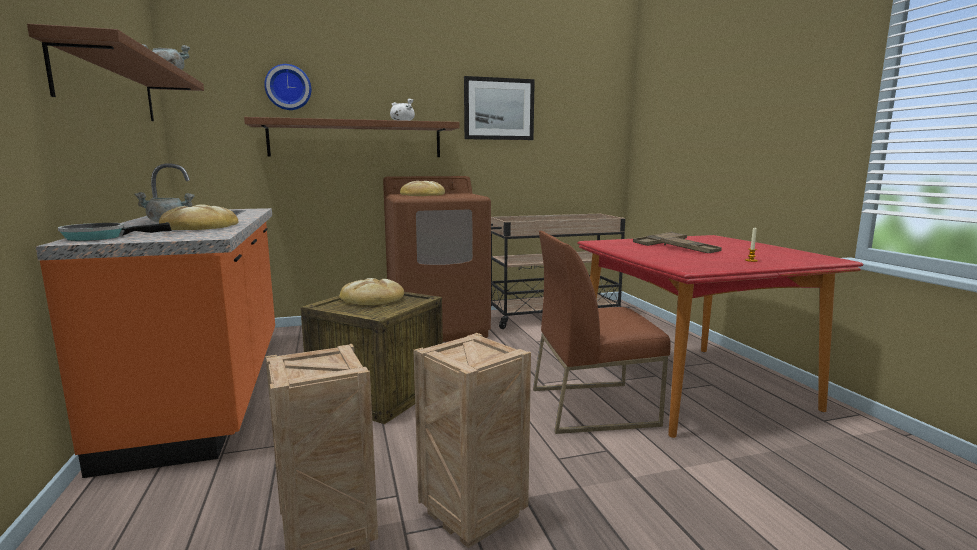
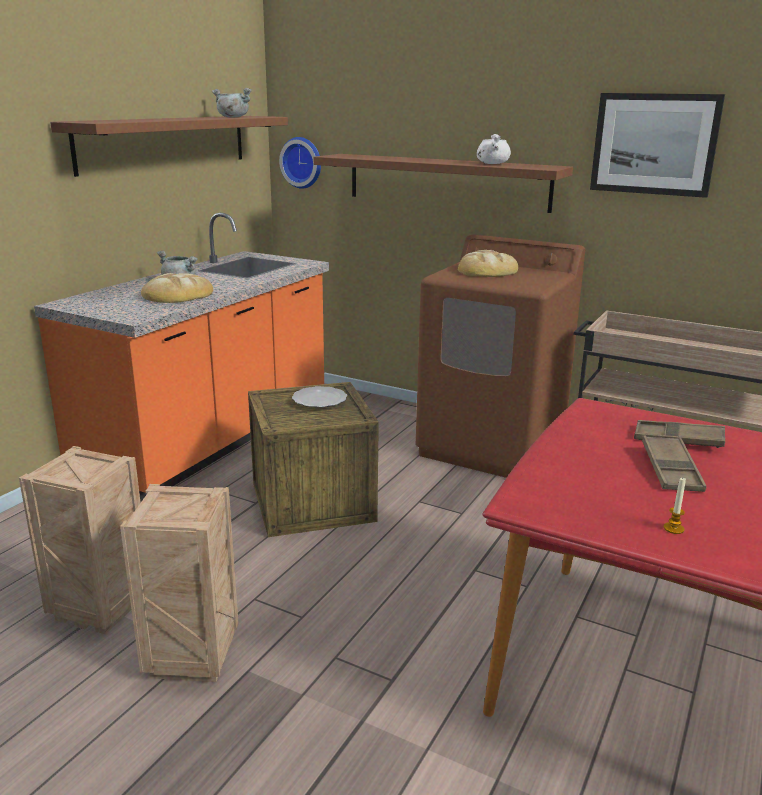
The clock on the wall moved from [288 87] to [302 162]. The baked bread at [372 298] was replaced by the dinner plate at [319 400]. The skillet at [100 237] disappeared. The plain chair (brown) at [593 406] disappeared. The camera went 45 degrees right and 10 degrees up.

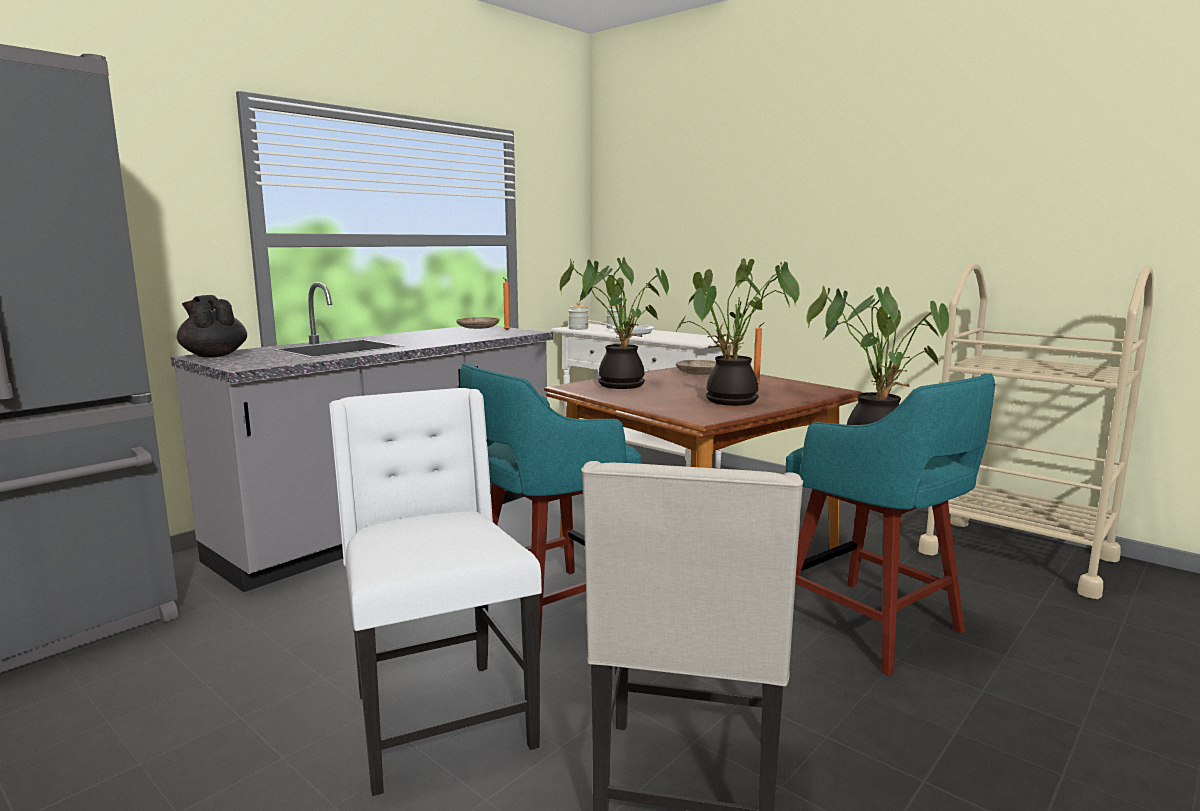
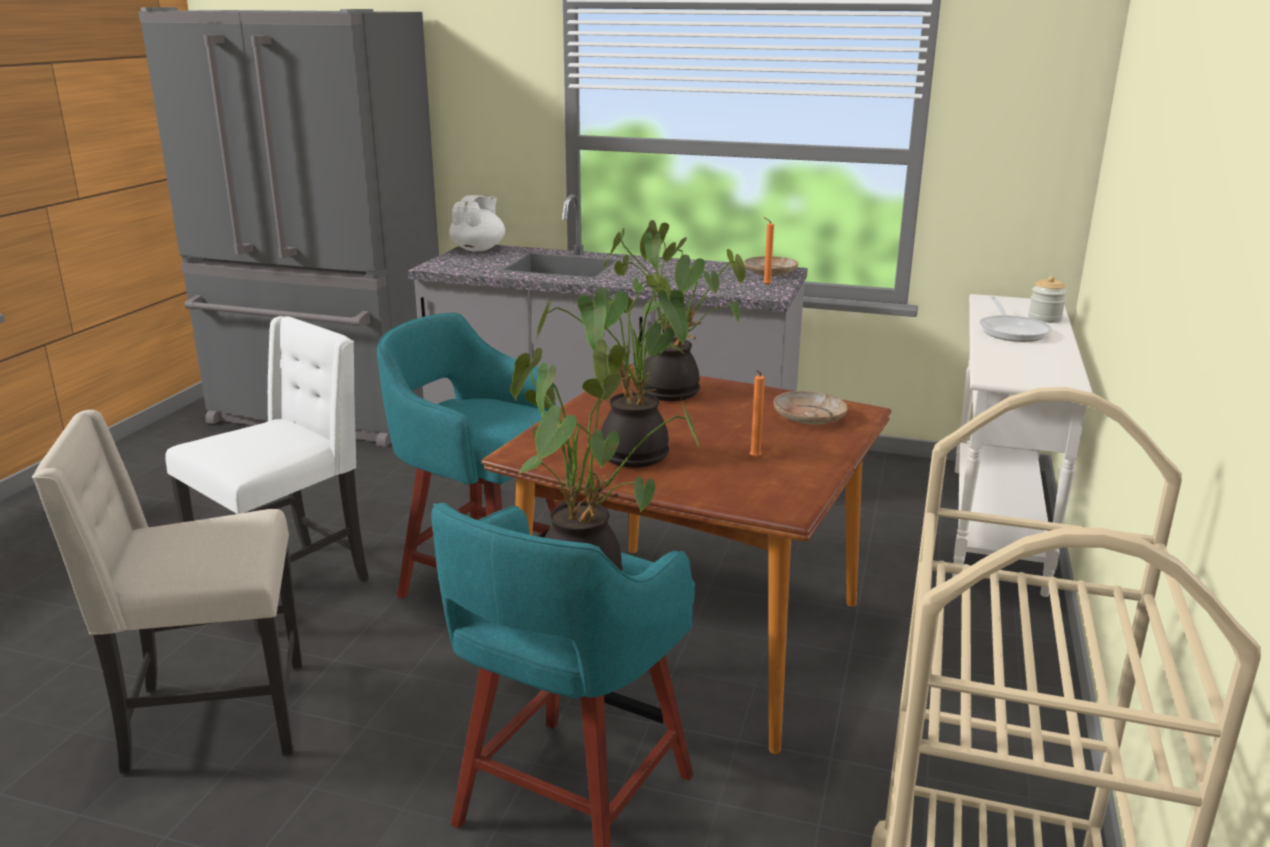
The teapot (blackish) at [214 355] became the teapot (white-coloured) at [478 249]. The jar at [578 328] disappeared. The camera went 65 degrees right and 10 degrees up.

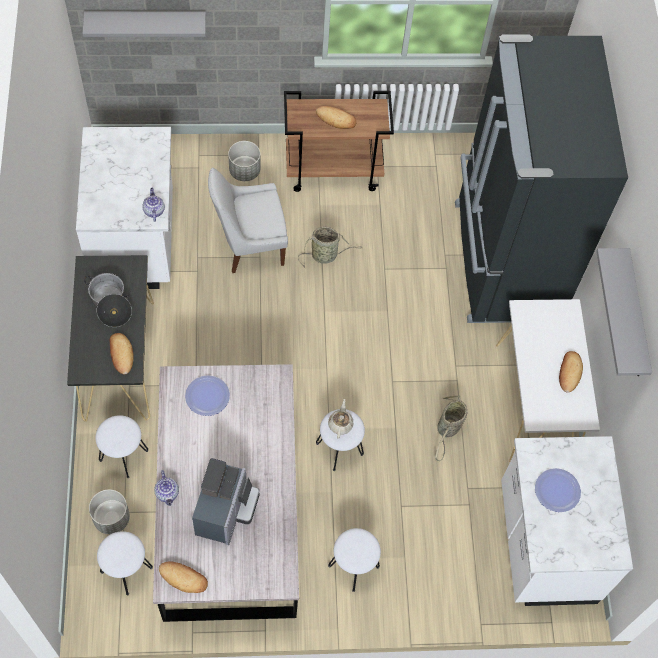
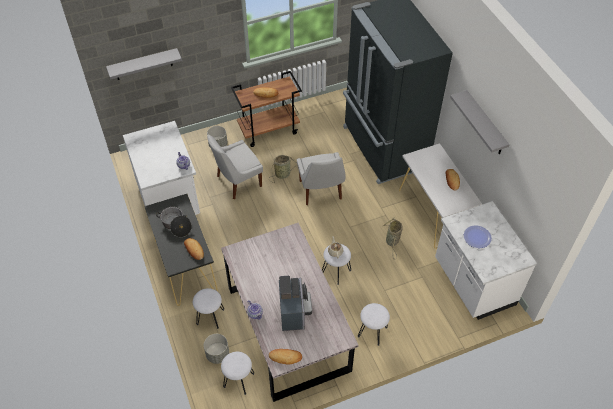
The plain chair (white-coloured) at [320 191] appeared. The dinner plate at [207 396] disappeared. The camera went 15 degrees left and 10 degrees down.

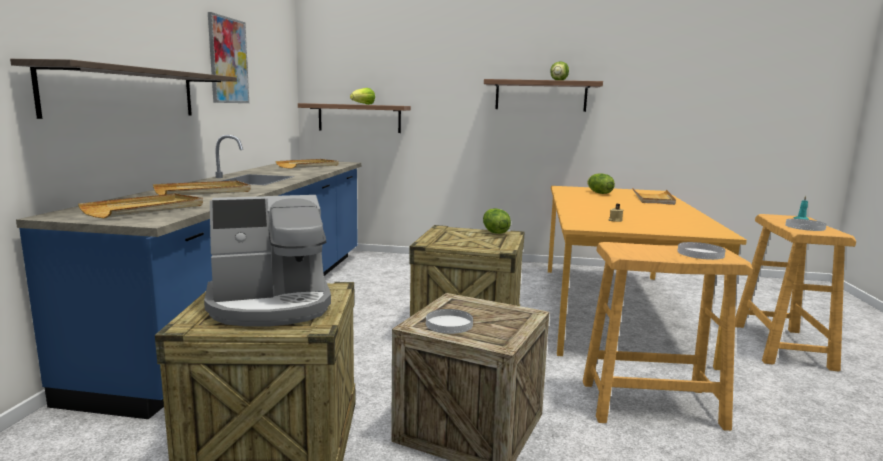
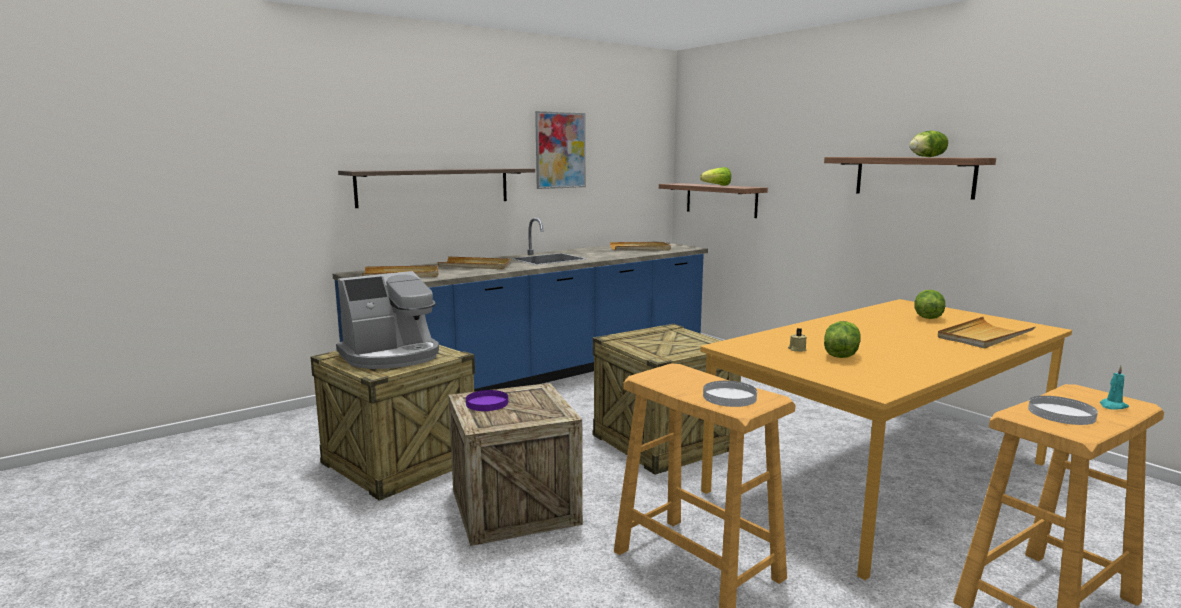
The coffee maker at [271 305] turned 60 degrees counterclockwise. The dinner plate (white-coloured) at [448 324] became the dinner plate (purple) at [486 403]. The head of lettuce moved from [494 232] to [840 355]. The camera went 45 degrees right and 0 degrees up.

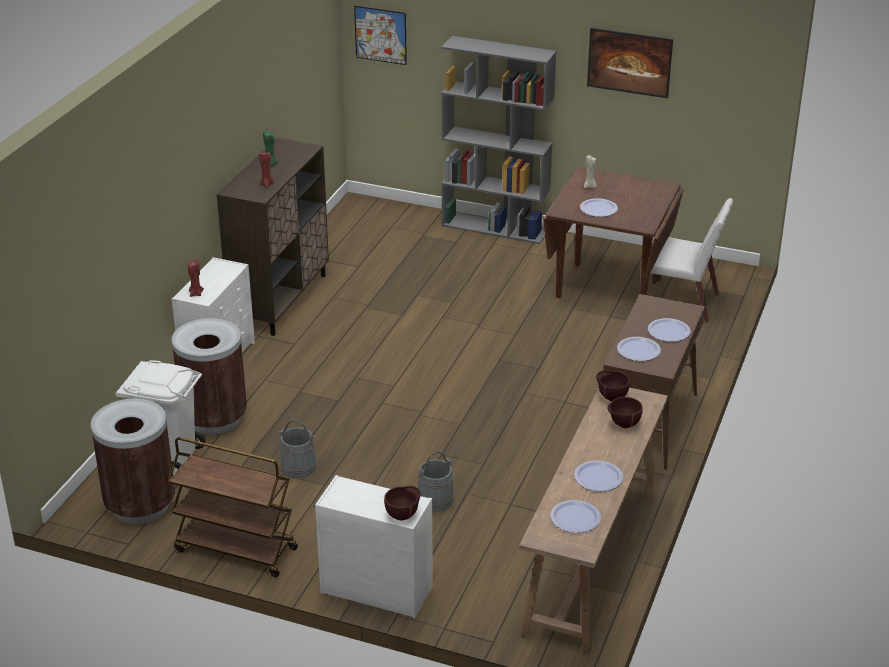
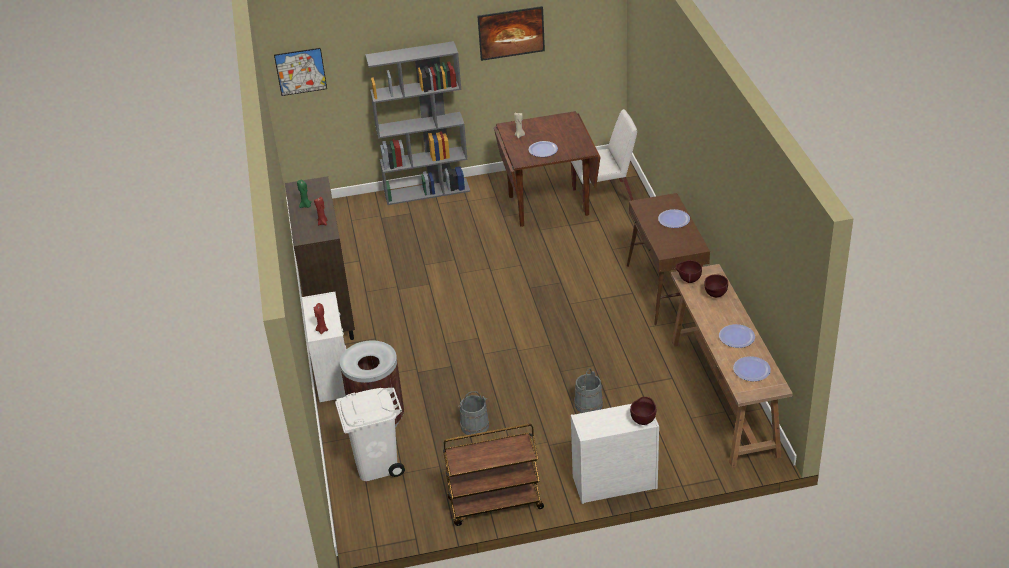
The trash can (brown) at [140 505] disappeared. The dinner plate at [638 350] disappeared. The camera went 30 degrees left and 5 degrees up.

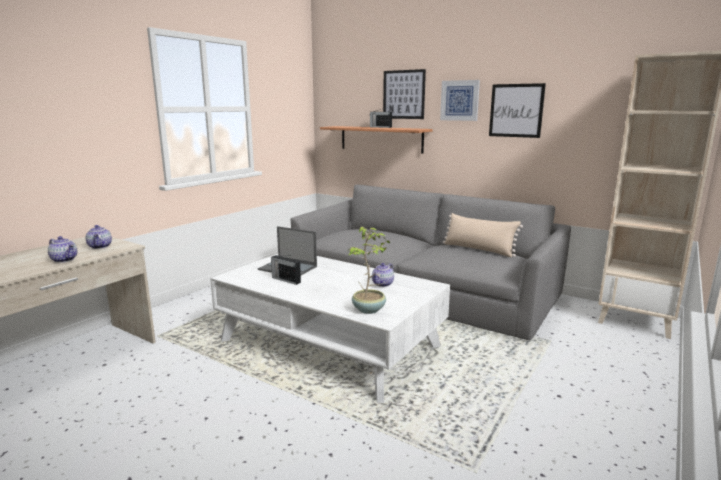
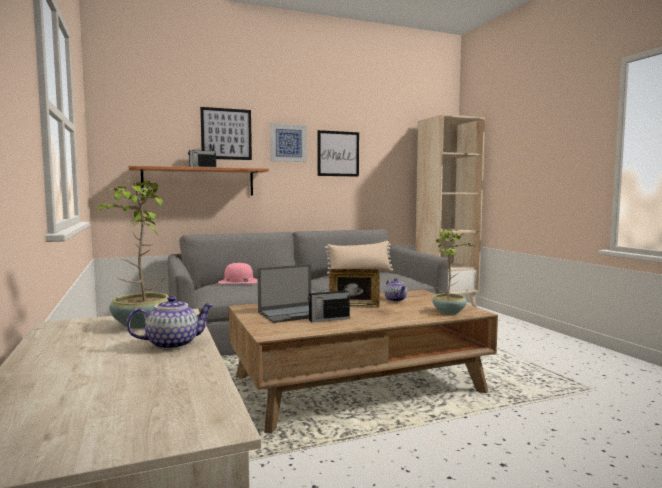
The teapot at [100 246] was replaced by the houseplant at [140 324]. The hat (pink-coloured) at [238 281] appeared. The lounge table (white-coloured) at [329 343] became the lounge table (brown) at [358 384]. The picture frame at [354 306] appeared. The camera went 55 degrees left and 10 degrees down.

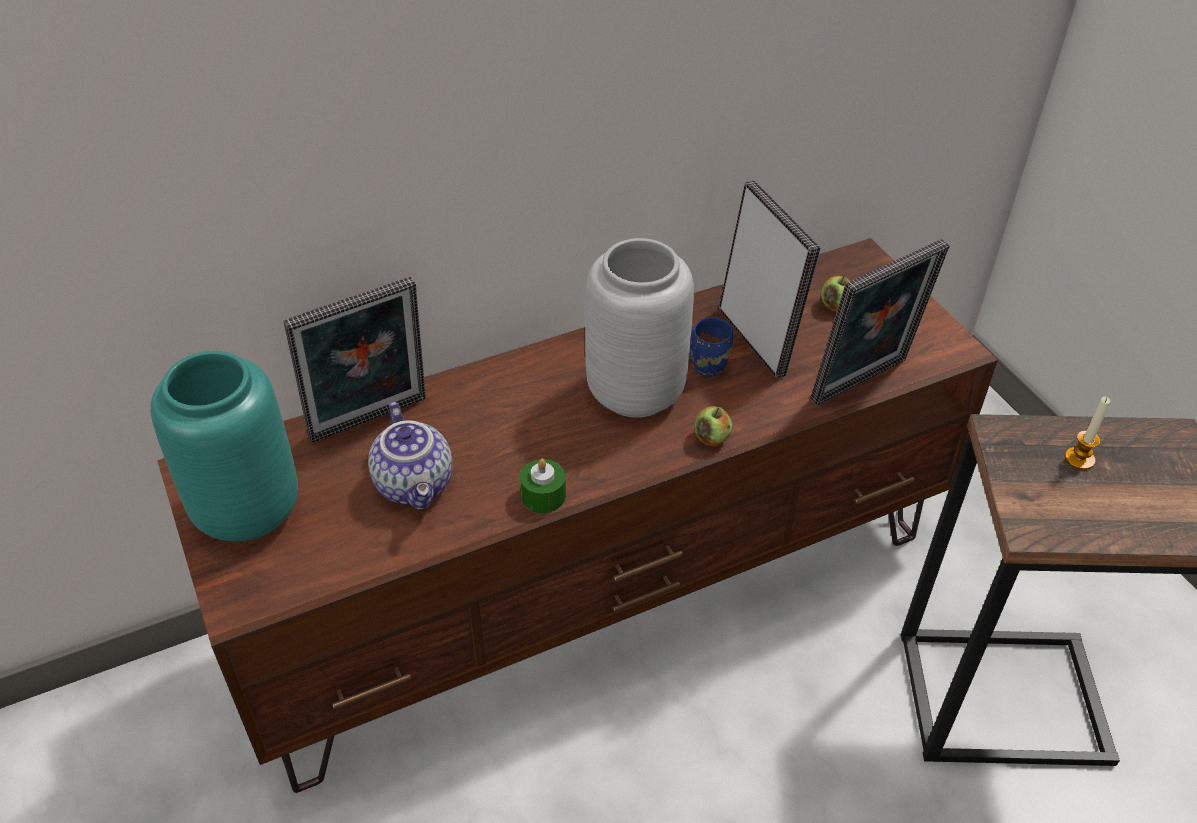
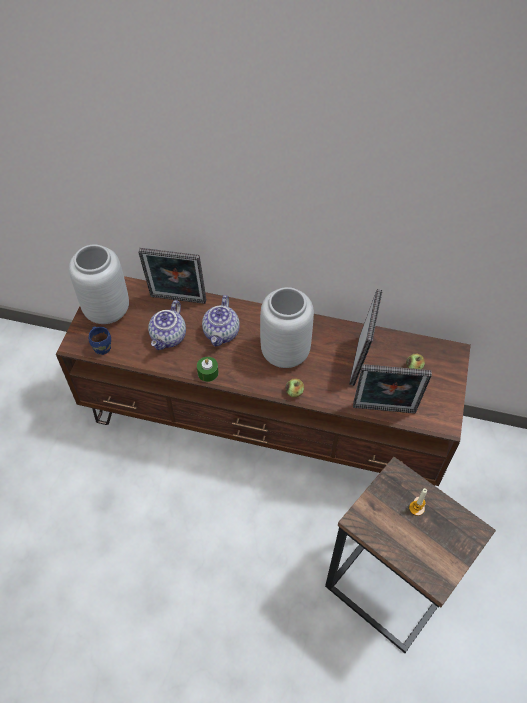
The decorative vase (turquoise) at [247 513] became the decorative vase (greyish) at [106 311]. The coffee mug (bluish) moved from [706 364] to [103 347]. The teapot at [222 333] appeared. The camera went 40 degrees right and 10 degrees up.

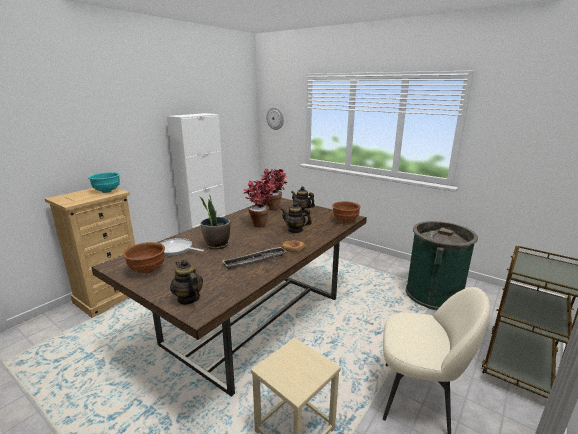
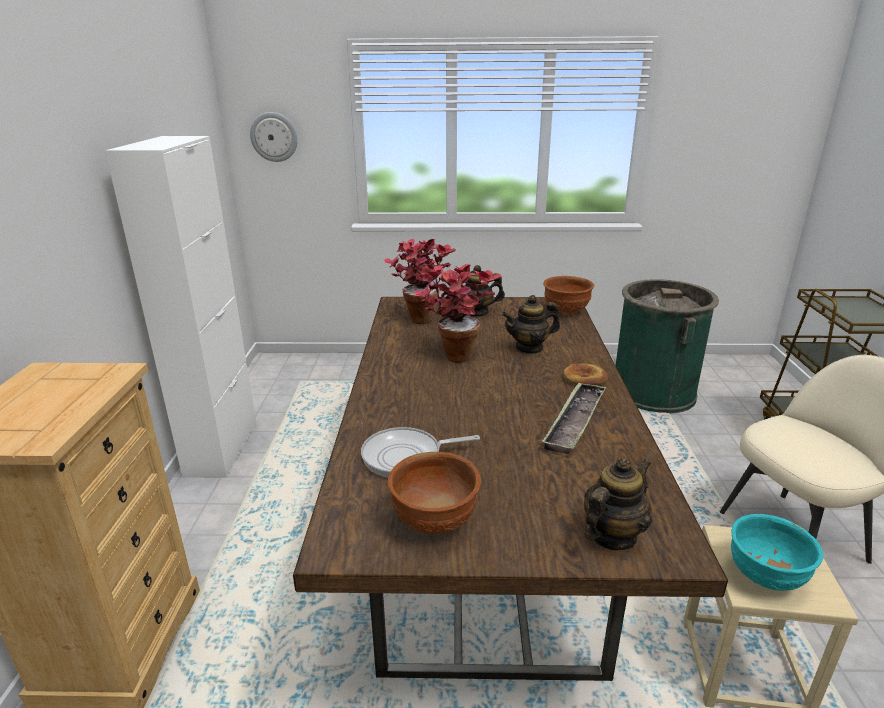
The teapot at [188 299] turned 120 degrees clockwise. The serving bowl (turquoise) moved from [107 191] to [764 576]. The houseplant at [216 245] disappeared. The camera went 35 degrees left and 5 degrees up.

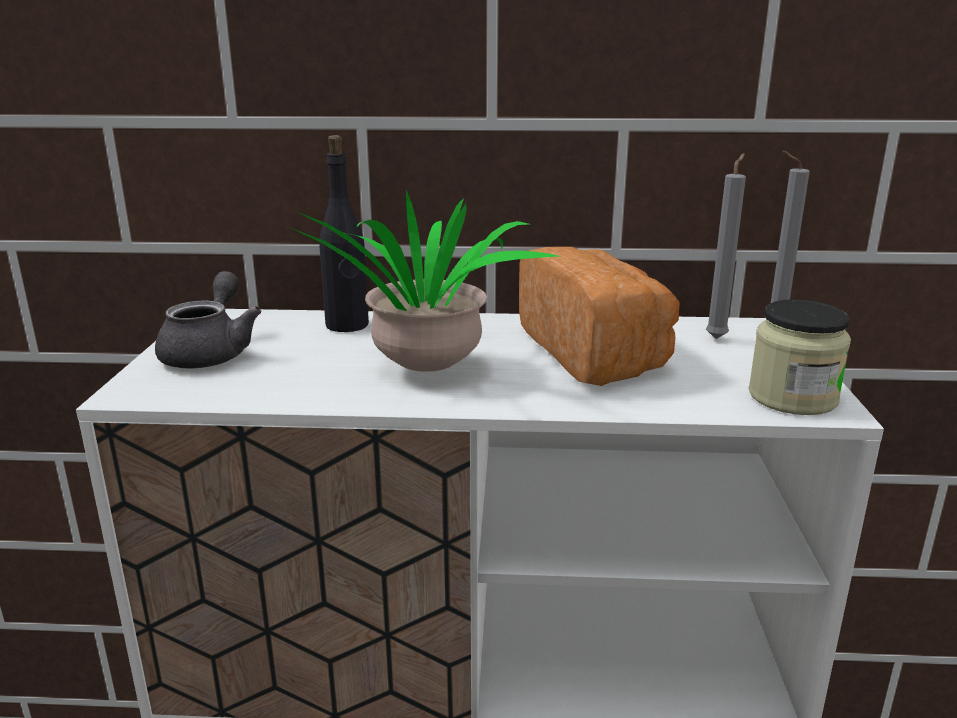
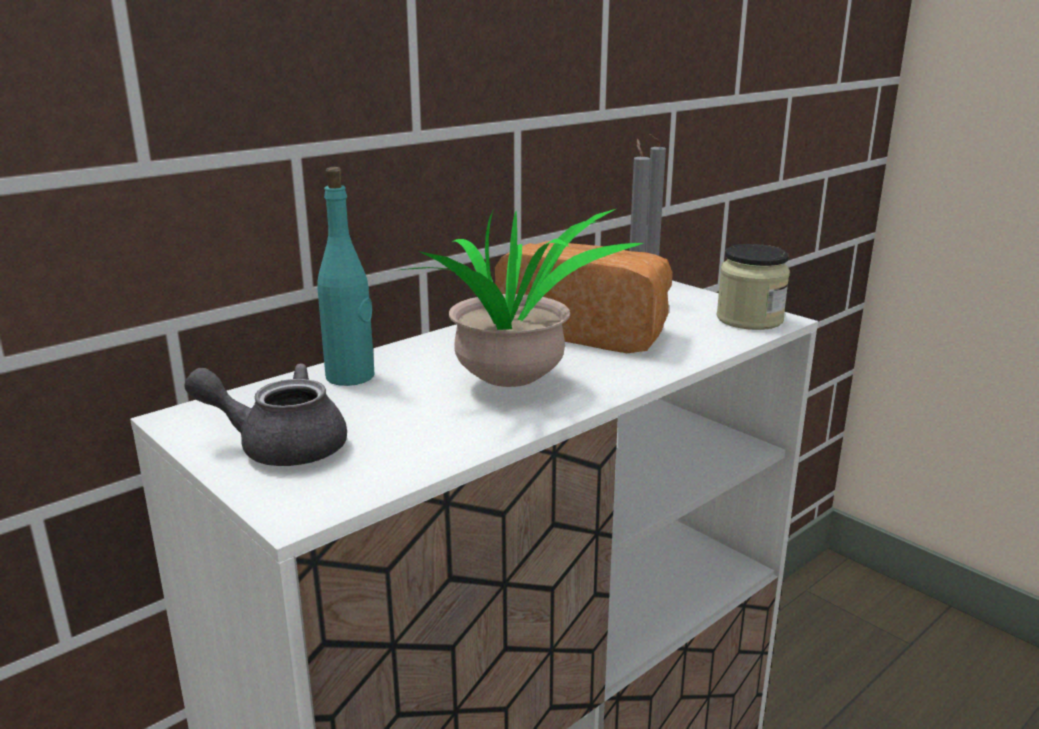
The teapot (greyish) at [211 352] turned 45 degrees counterclockwise. The drink bottle (blackish) at [347 325] became the drink bottle (turquoise) at [350 377]. The camera went 45 degrees left and 0 degrees up.

